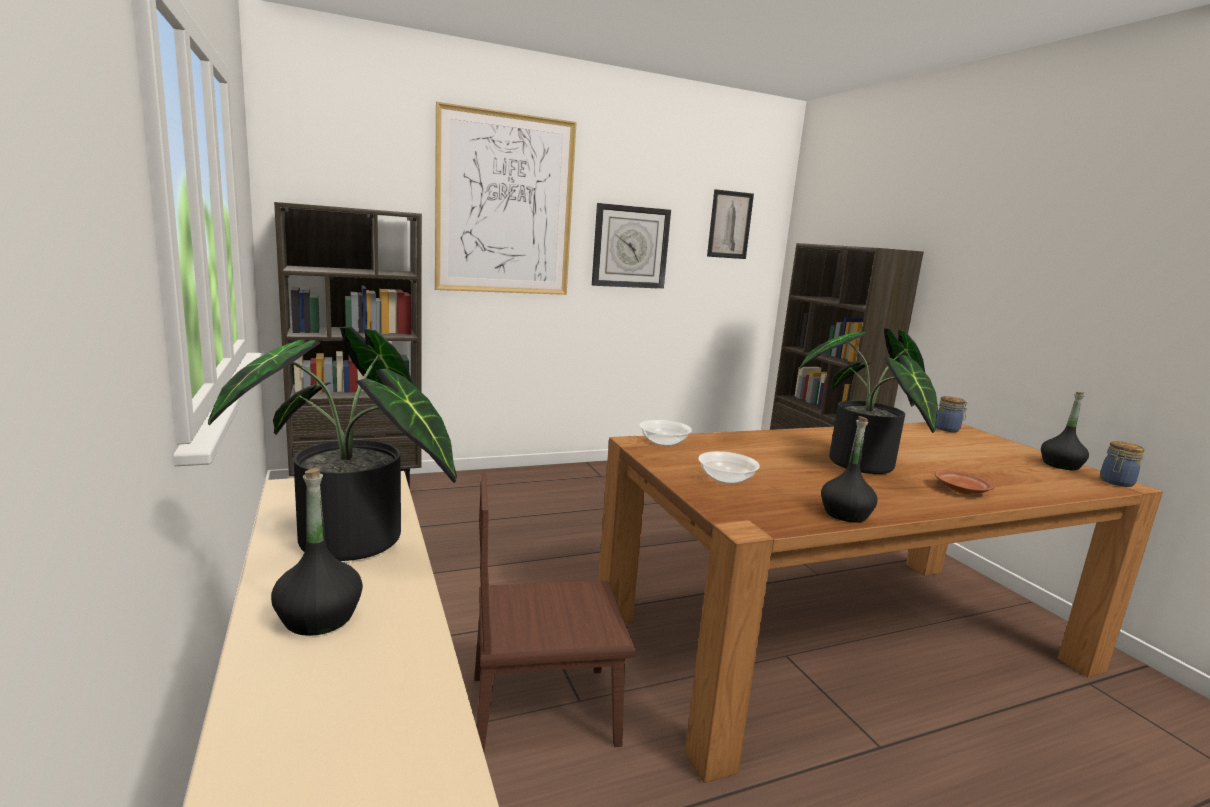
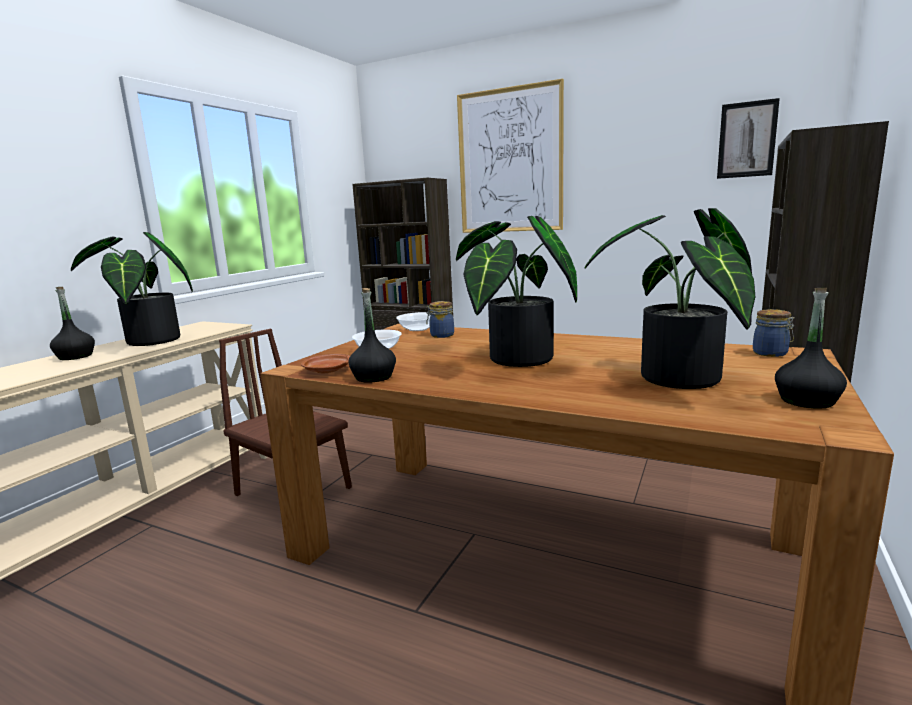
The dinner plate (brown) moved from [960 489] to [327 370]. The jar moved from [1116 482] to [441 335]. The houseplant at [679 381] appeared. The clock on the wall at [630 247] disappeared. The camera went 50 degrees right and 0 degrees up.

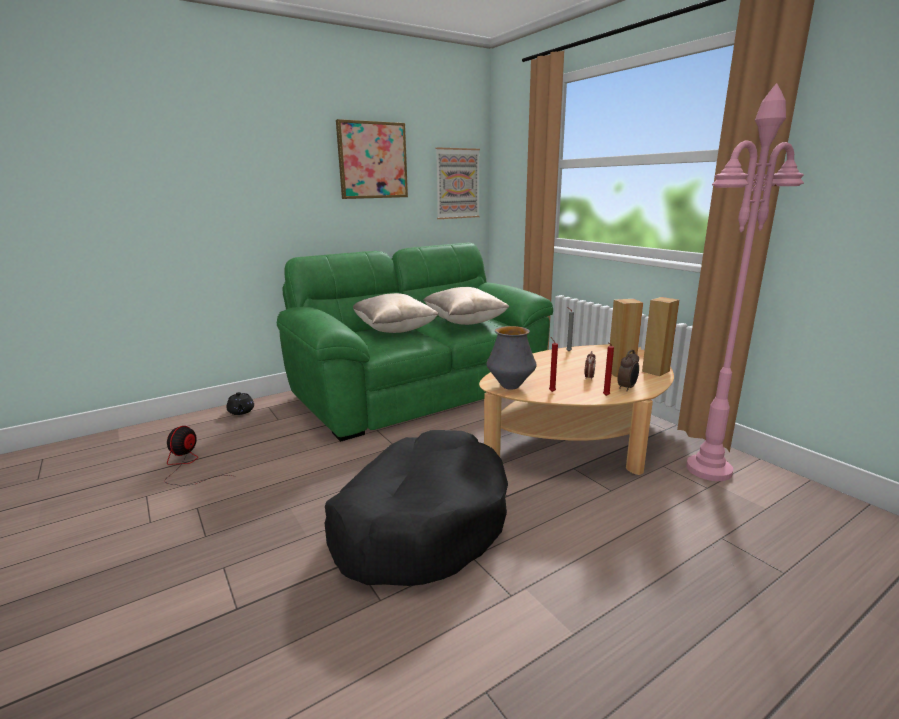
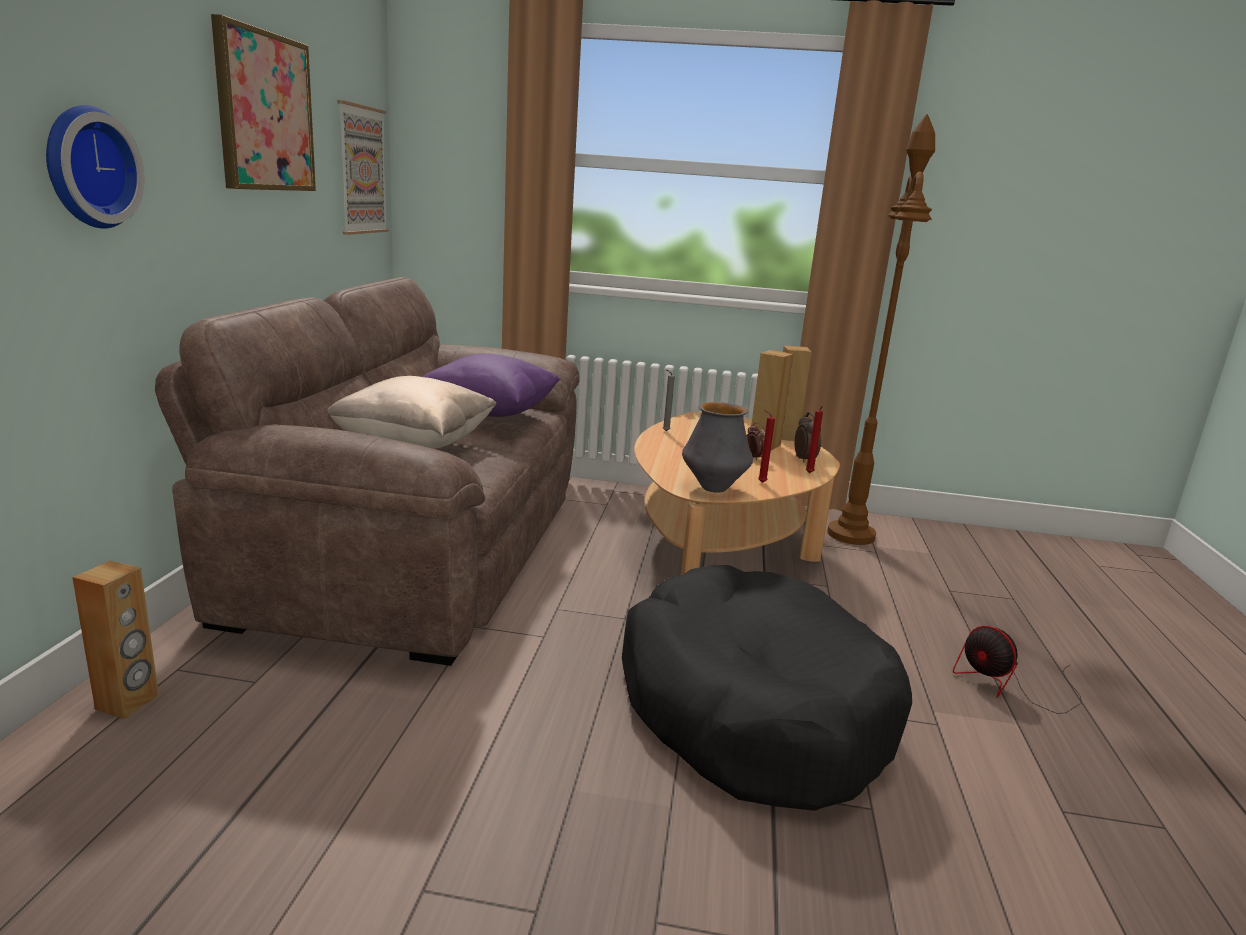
The clock on the wall at [86 167] appeared. The teapot (blackish) at [241 411] was replaced by the audio speaker (brown) at [128 703]. The sofa (green) at [418 390] became the sofa (brown) at [416 546]. The throw pillow (sand-coloured) at [464 322] became the throw pillow (purple) at [489 414]. The standard lamp (pink-coloured) at [709 469] became the standard lamp (brown) at [850 534]. The electric fan moved from [188 466] to [1010 686]. The camera went 50 degrees left and 0 degrees up.

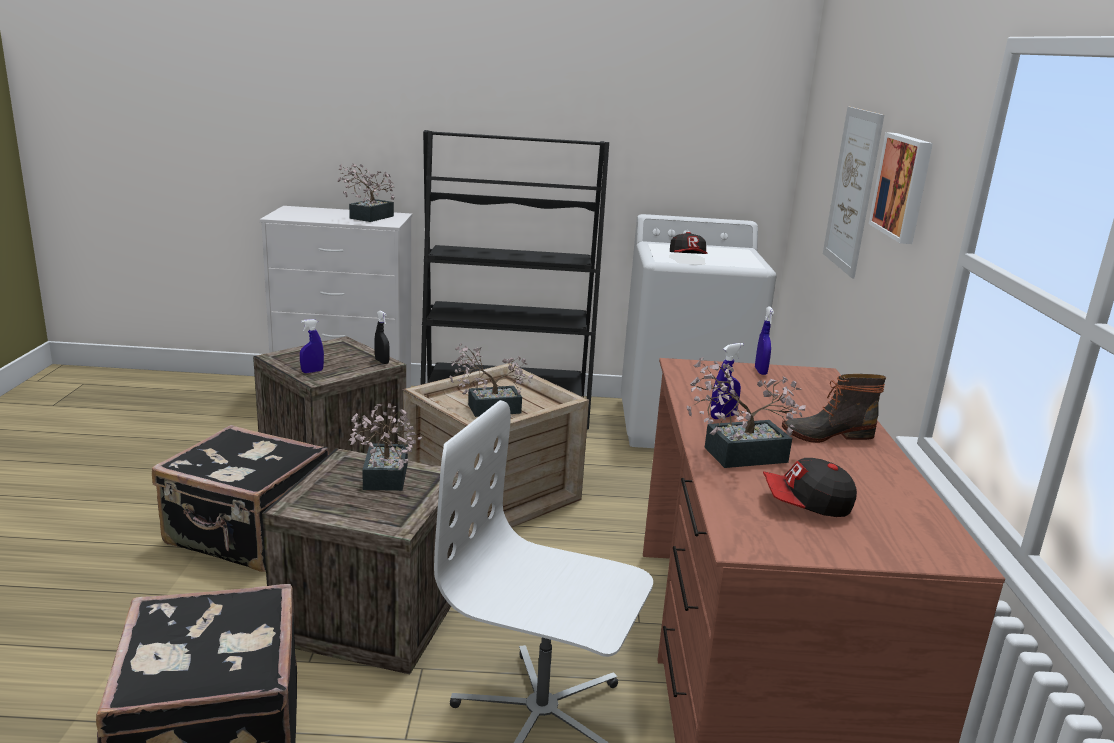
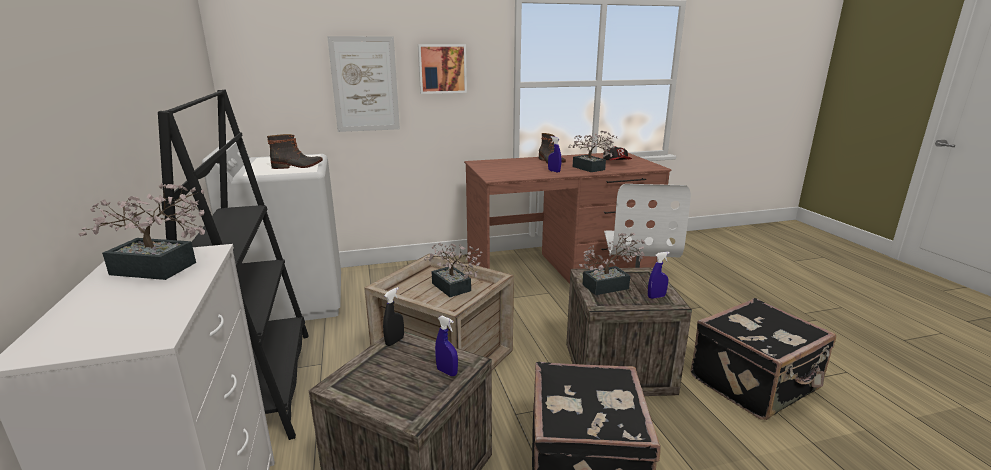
The peaked cap at [688 257] was replaced by the boot at [297 166]. The hand sprayer (bluish) moved from [760 371] to [656 297]. The camera went 105 degrees left and 0 degrees up.

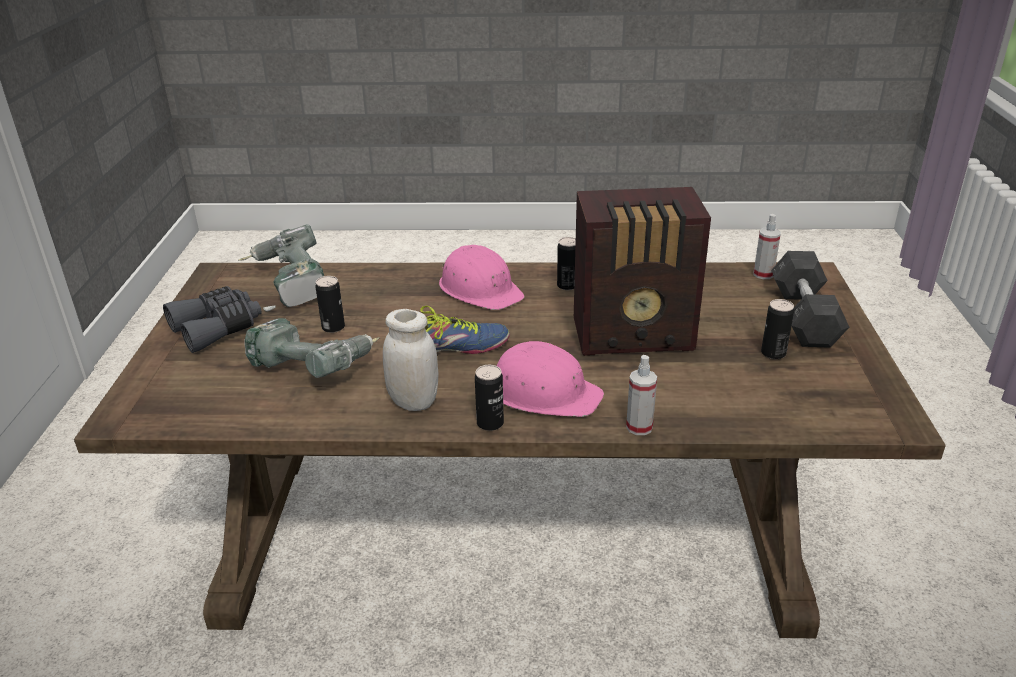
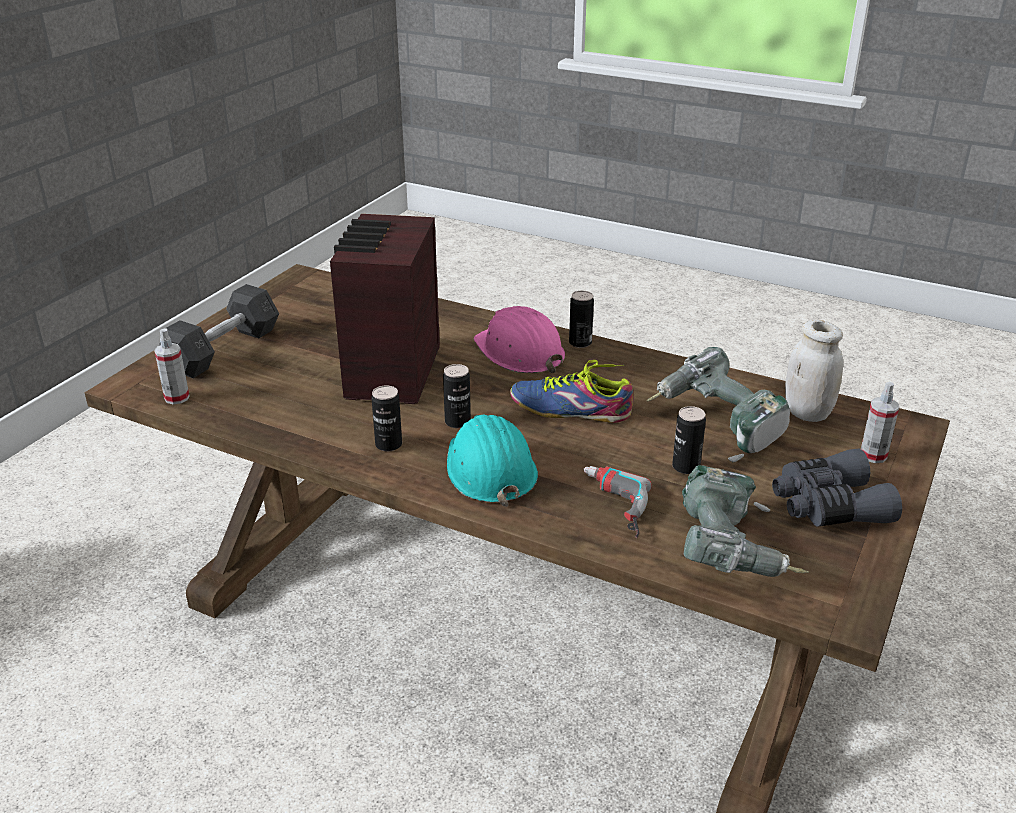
The radio at [635 336] turned 105 degrees counterclockwise. The sealed can moved from [773 353] to [457 422]. The work helmet (pink-coloured) at [480 289] became the work helmet (turquoise) at [489 469]. The drill at [610 506] appeared. The jar (white-coloured) moved from [413 402] to [807 413]. The hand sprayer moved from [639 427] to [873 455]. The camera went 155 degrees left and 0 degrees up.

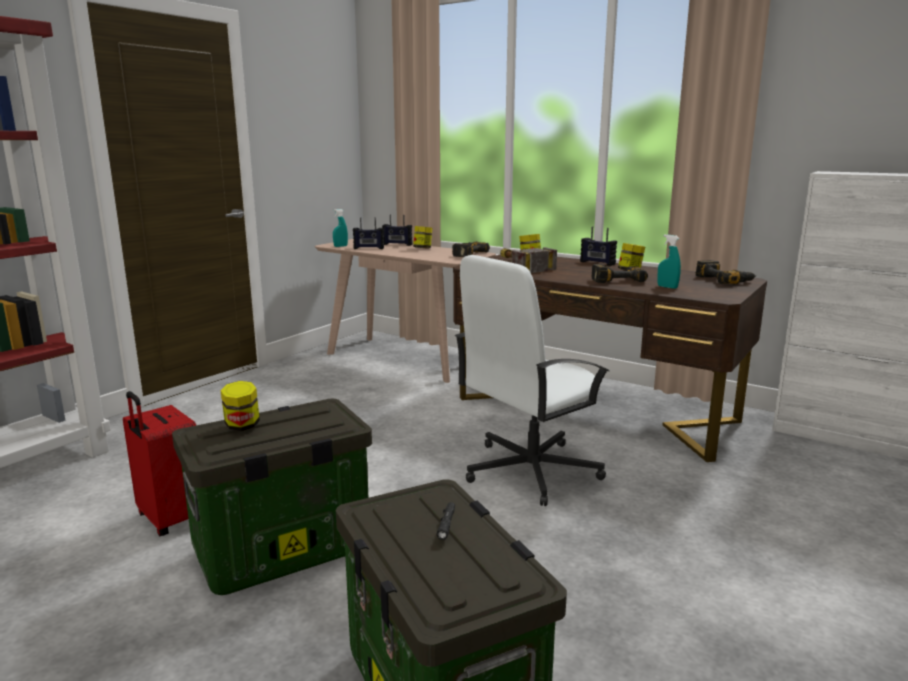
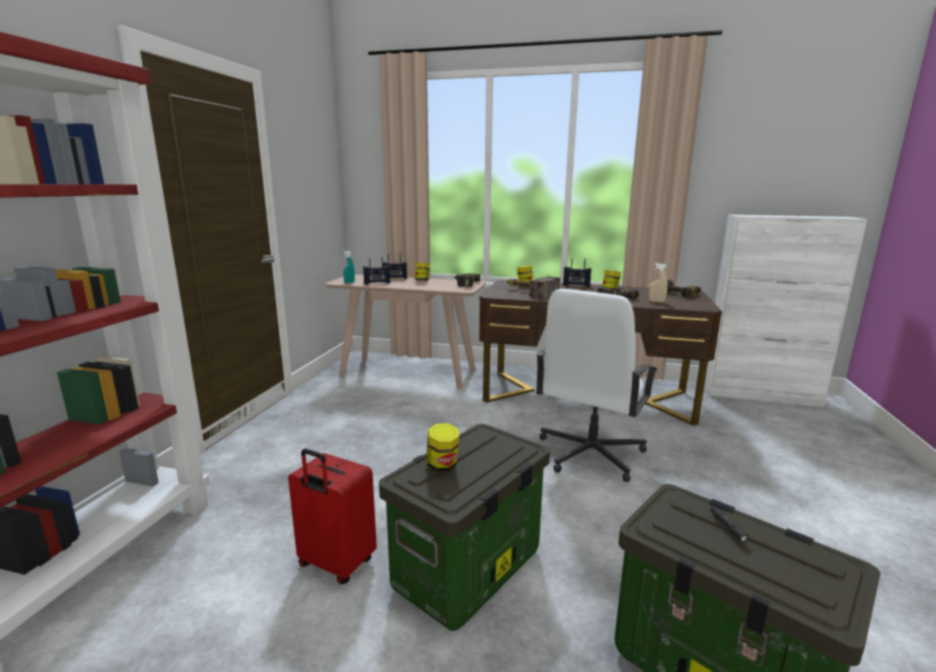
The hand sprayer (turquoise) at [667 287] became the hand sprayer (sand-coloured) at [656 301]. The camera went 20 degrees left and 0 degrees up.

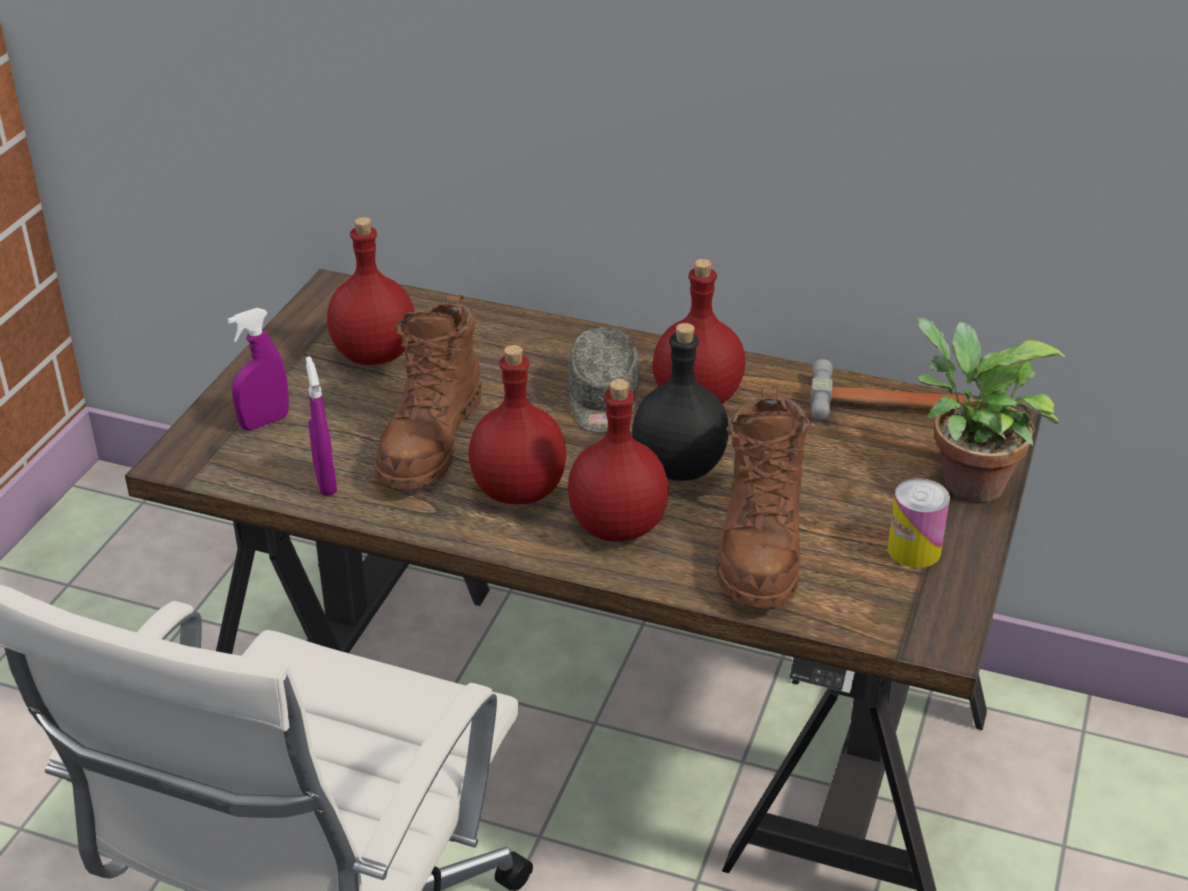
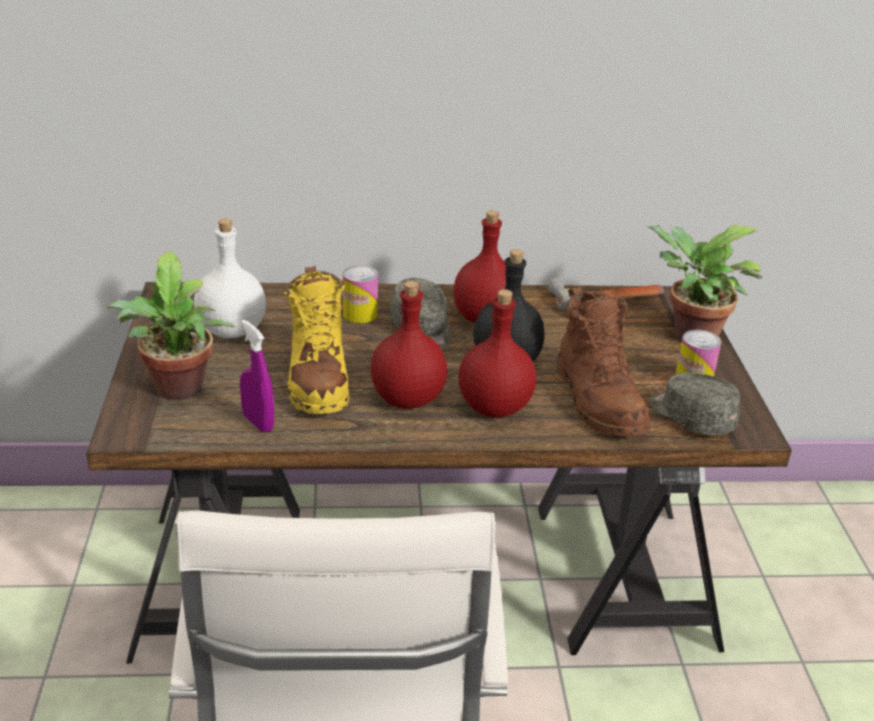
The hand sprayer (purple) at [264 422] was replaced by the houseplant at [178 391]. The drink bottle (red-coloured) at [376 354] became the drink bottle (white-coloured) at [233 330]. The boot (brown) at [430 440] became the boot (yellowish) at [317 379]. The sealed can at [360 314] appeared. The peaked cap (greyish) at [690 417] appeared. The camera went 25 degrees left and 5 degrees down.

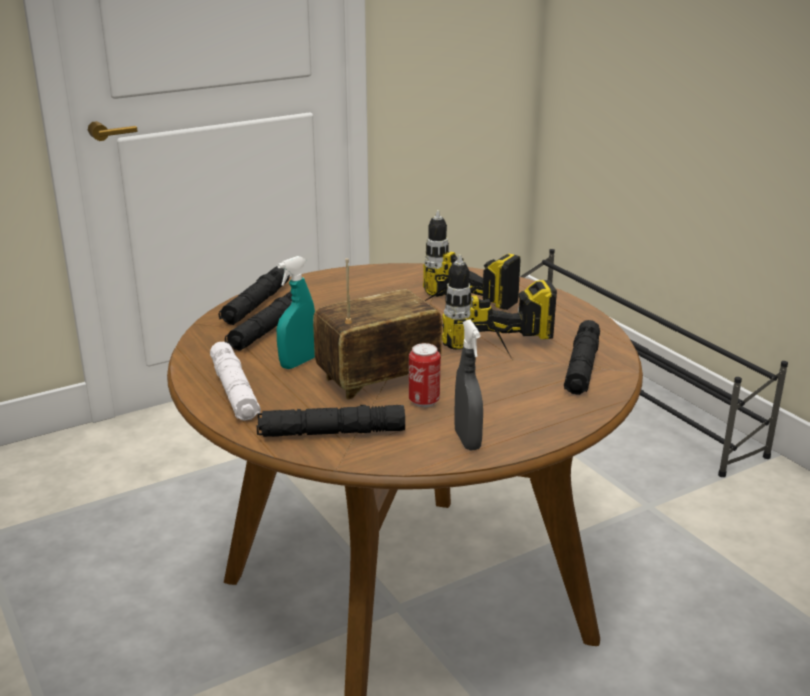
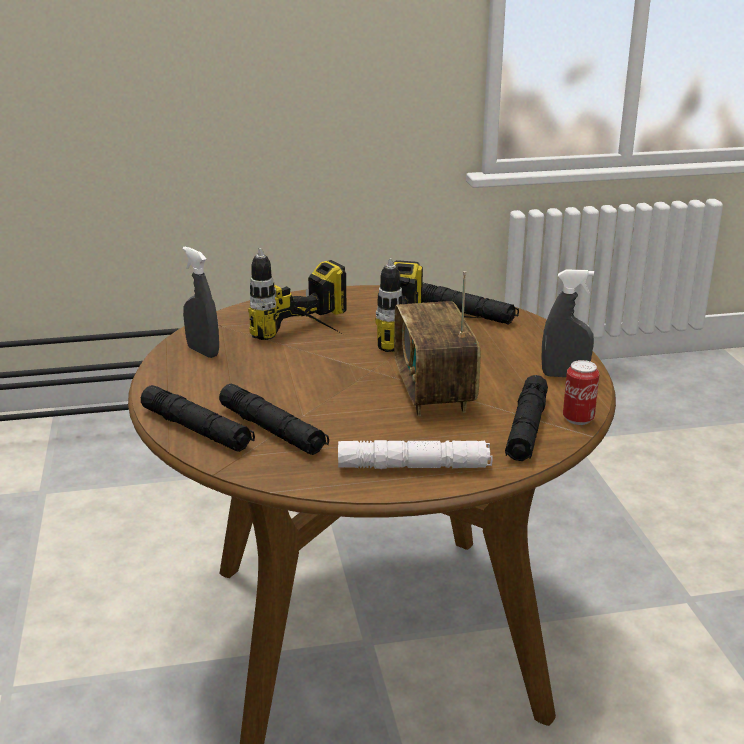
The hand sprayer (greyish) at [203 352] appeared. The sealed can moved from [424 401] to [578 419]. The hand sprayer (turquoise) at [298 363] disappeared. The camera went 70 degrees left and 0 degrees up.

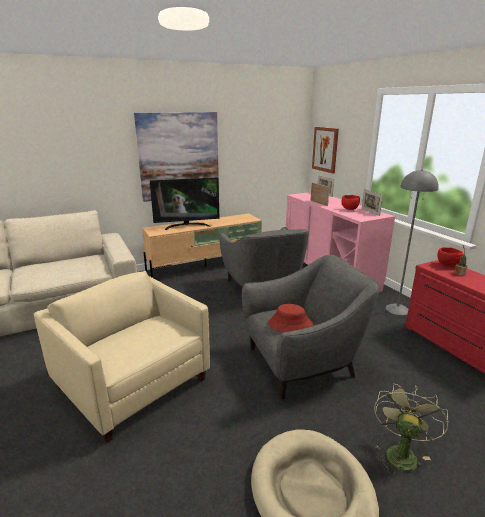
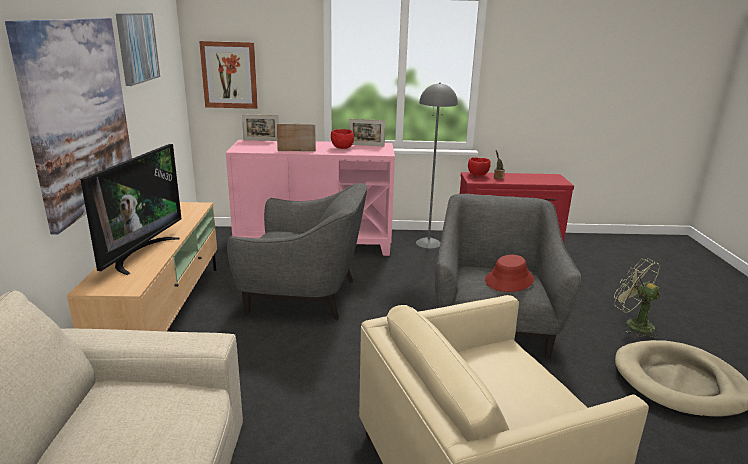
The wall art at [137 47] appeared. The camera went 65 degrees left and 0 degrees up.

